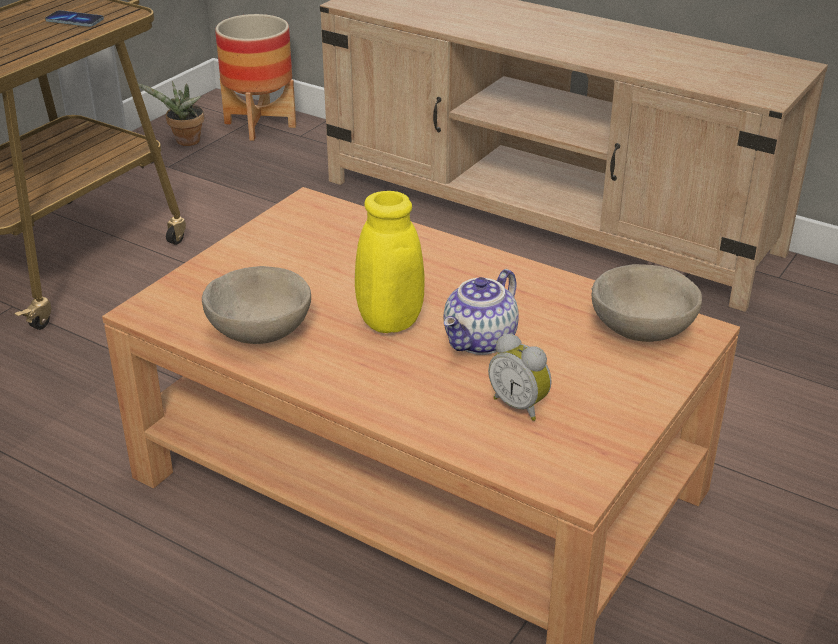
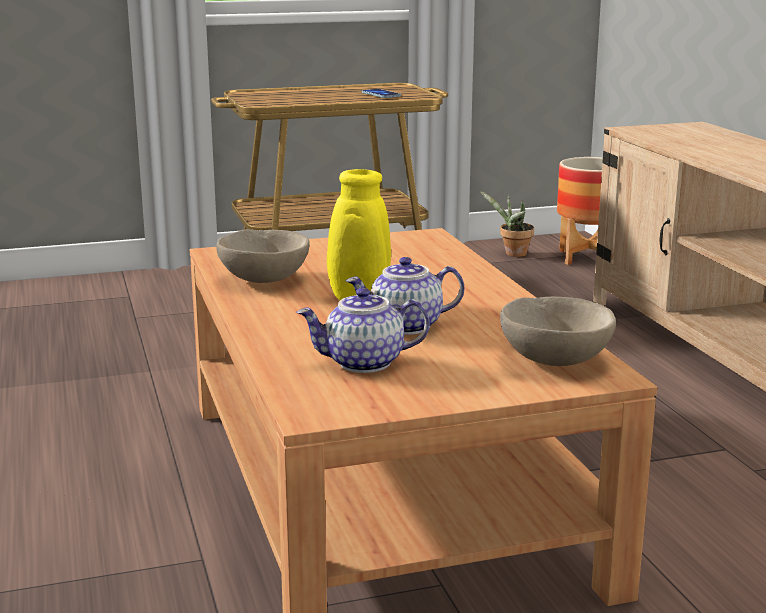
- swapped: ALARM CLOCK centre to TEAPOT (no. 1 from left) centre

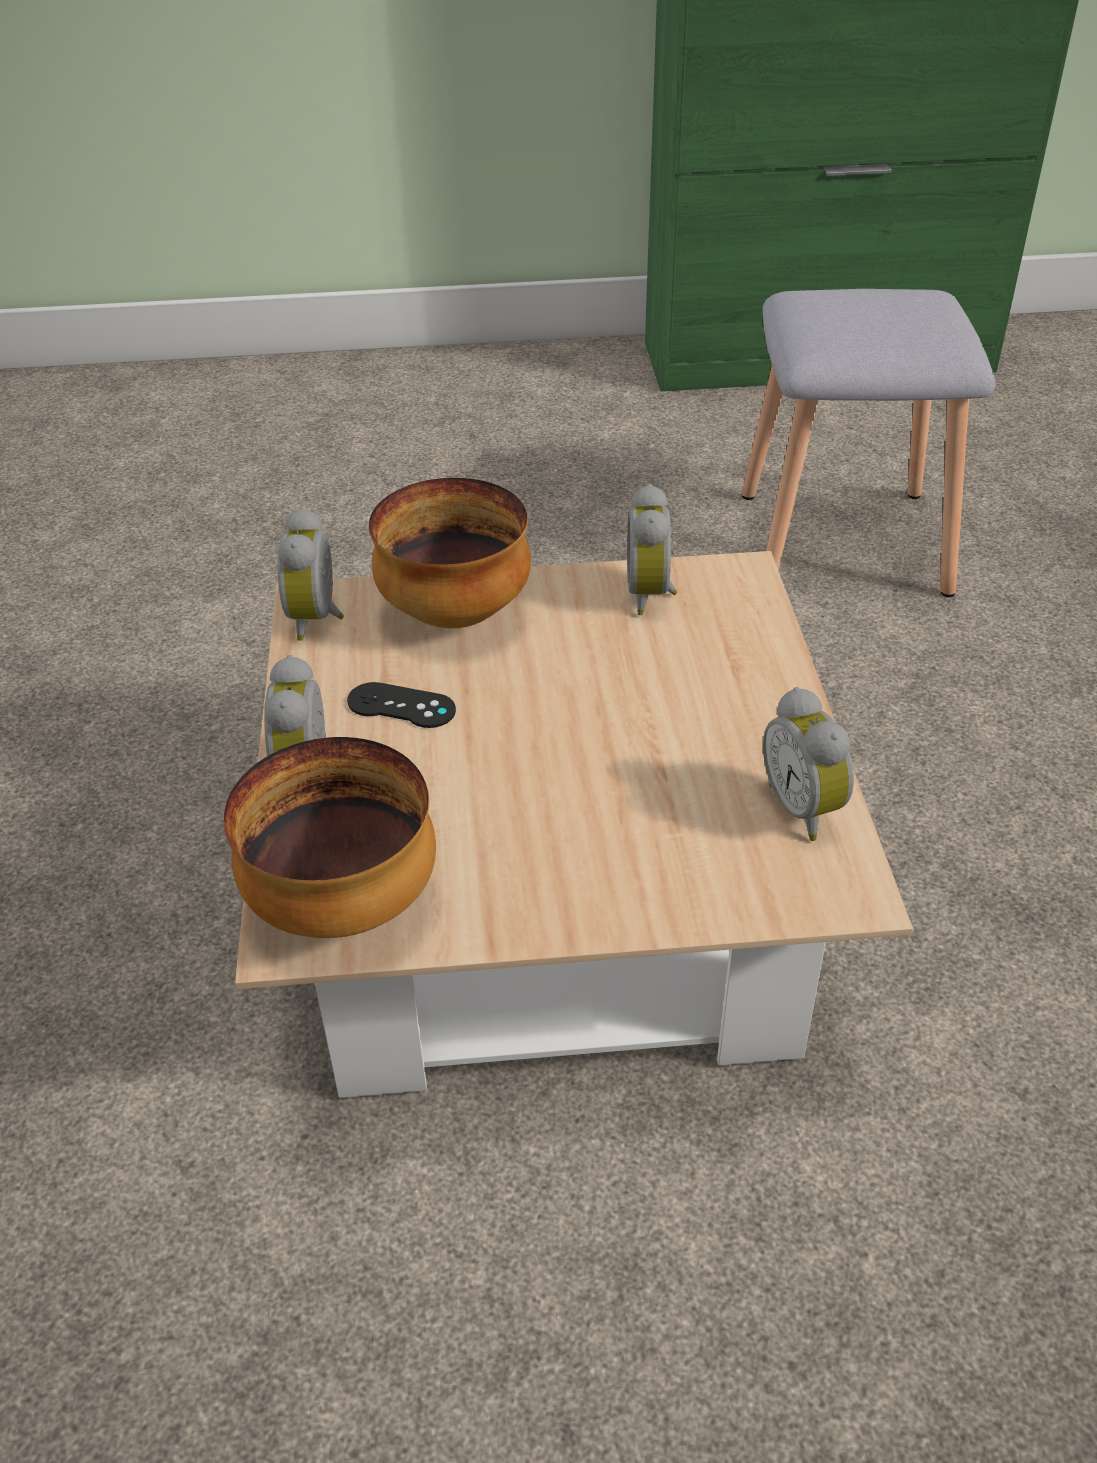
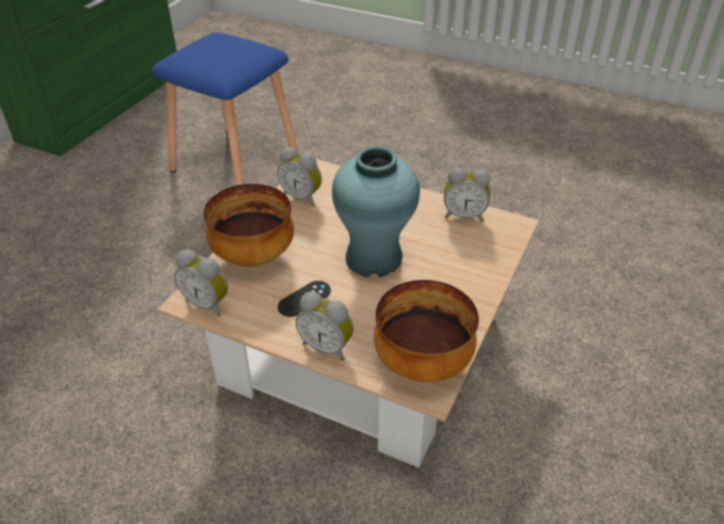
- repainted: GREY STOOL top right to BLUE STOOL top left
- new: TURQUOISE VASE centre

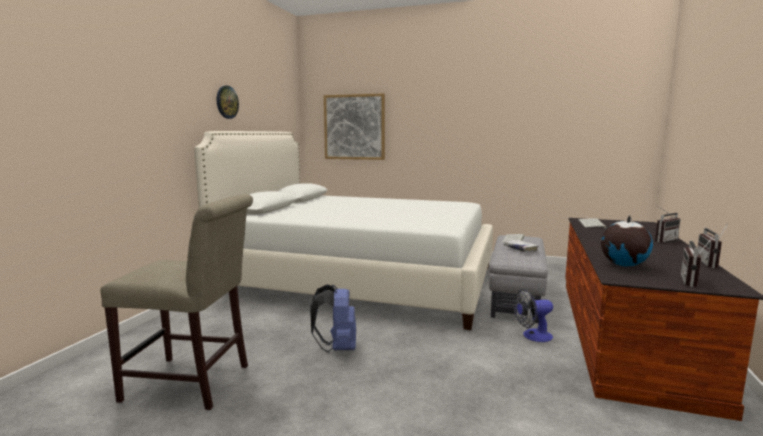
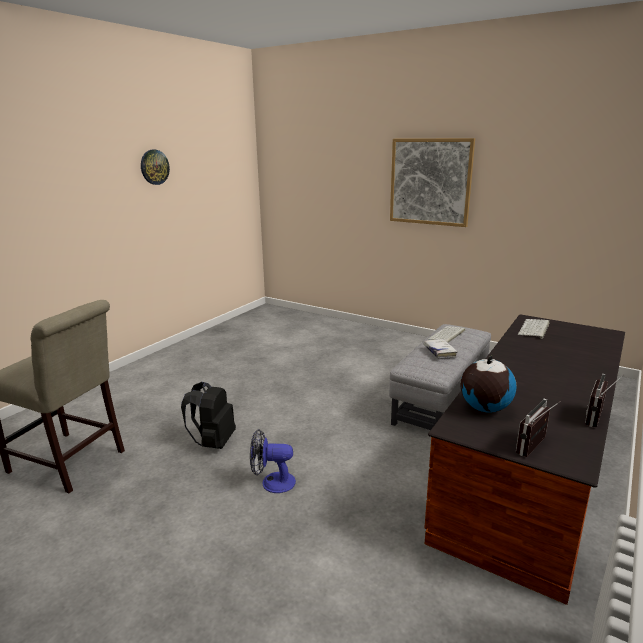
- repainted: BLUE BACKPACK bottom centre to BLACK BACKPACK middle left
- shifted: FAN bottom right to bottom centre
- shifted: PICTURE top centre to top right
- gone: WHITE BED centre
- gone: RADIO (no. 1 from left) middle right

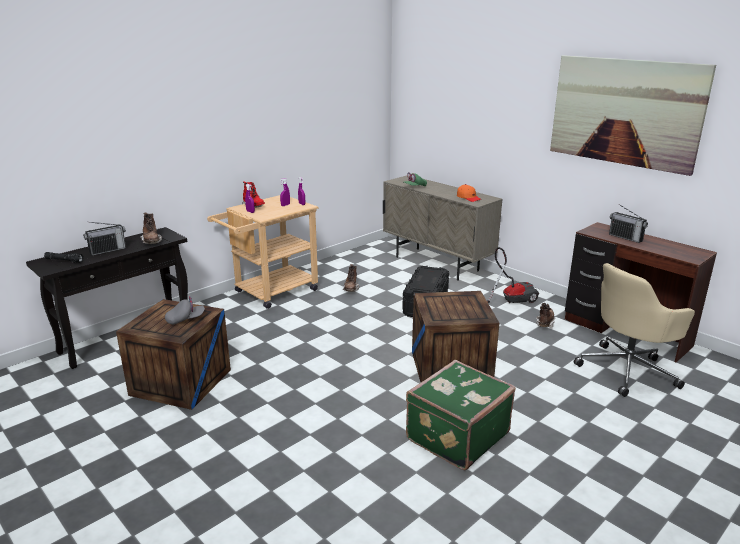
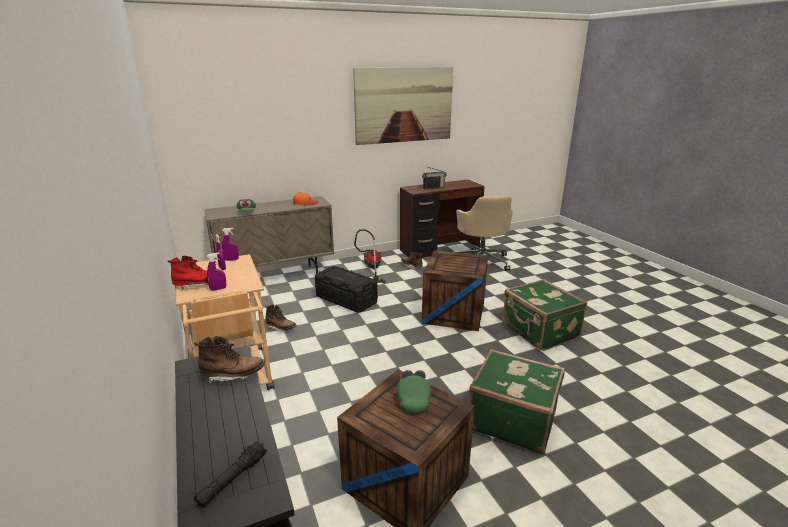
- repainted: GREY CAP middle left to GREEN CAP (no. 2 from left) bottom centre
- new: GREEN SUITCASE (no. 1 from left) bottom centre
- gone: RADIO (no. 1 from left) middle left

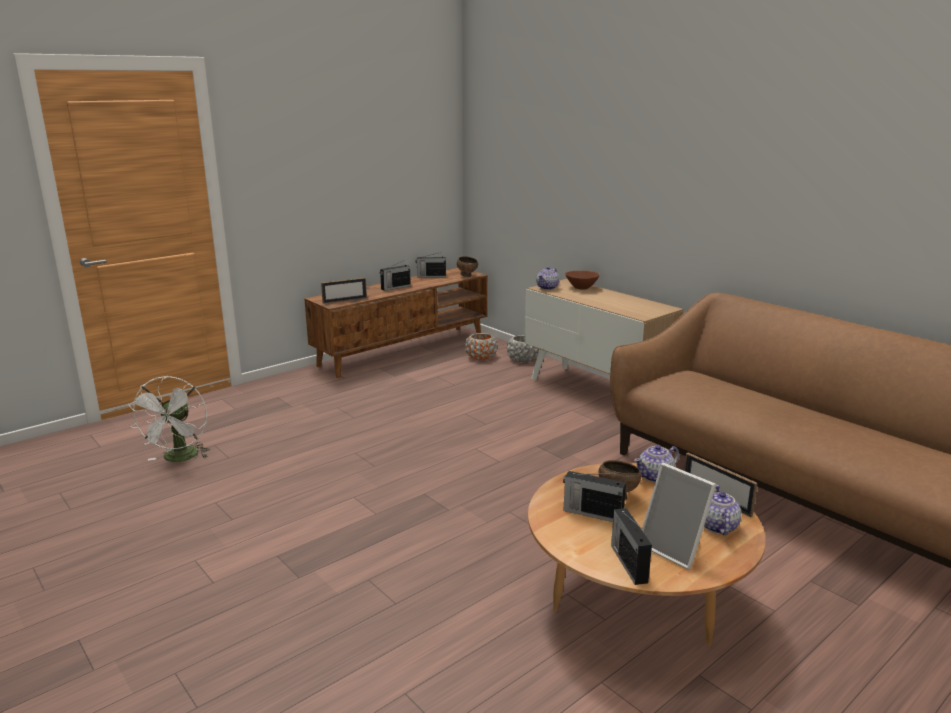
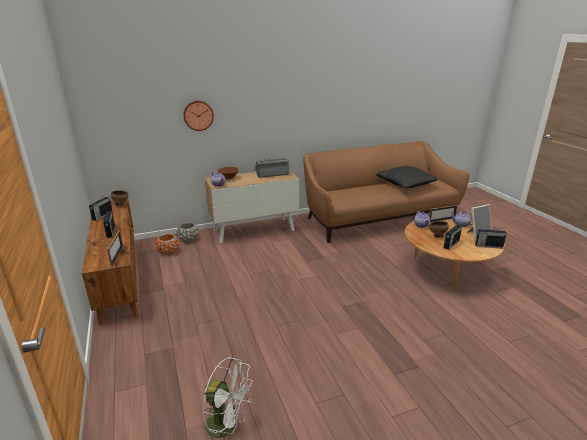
- new: WALL CLOCK top centre
- new: RADIO (no. 3 from left) centre
- new: BLACK PILLOW middle right

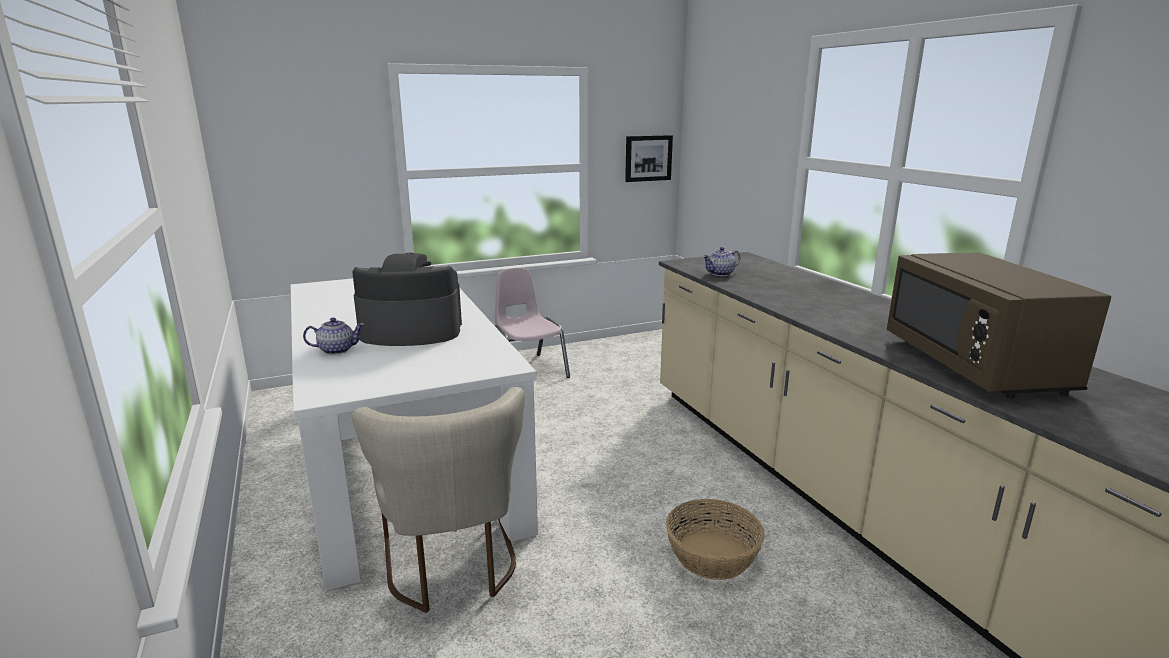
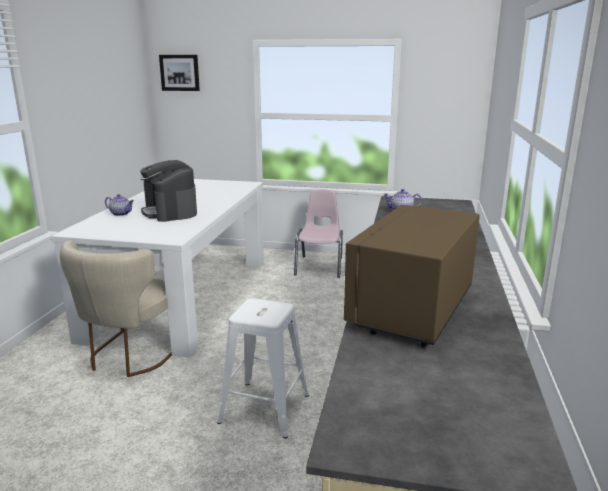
- rotated: COFFEE MACHINE centre = middle left 150 degrees counterclockwise
- shifted: PICTURE top centre to top left
- swapped: BASKET bottom centre to WHITE STOOL bottom centre

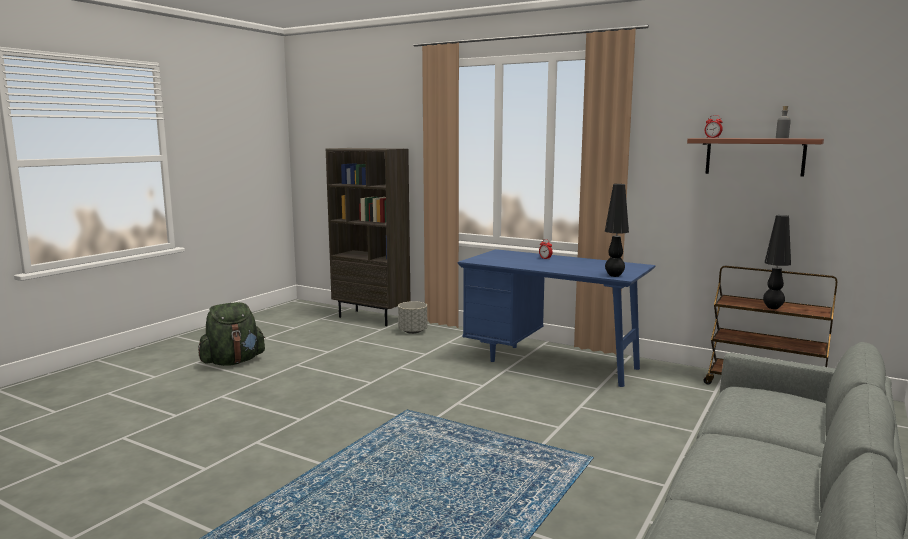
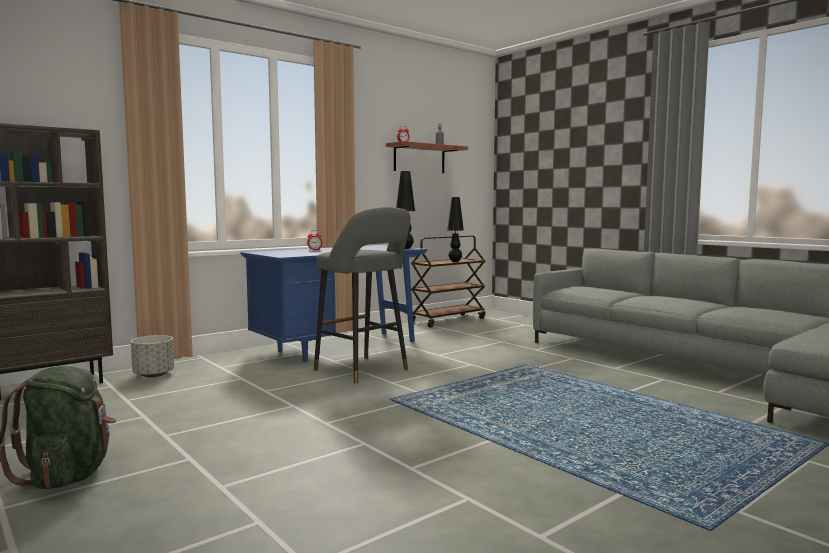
- new: GREY STOOL centre

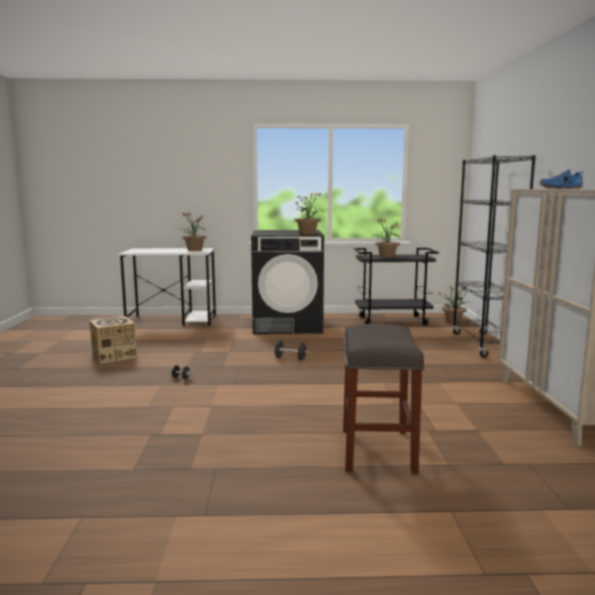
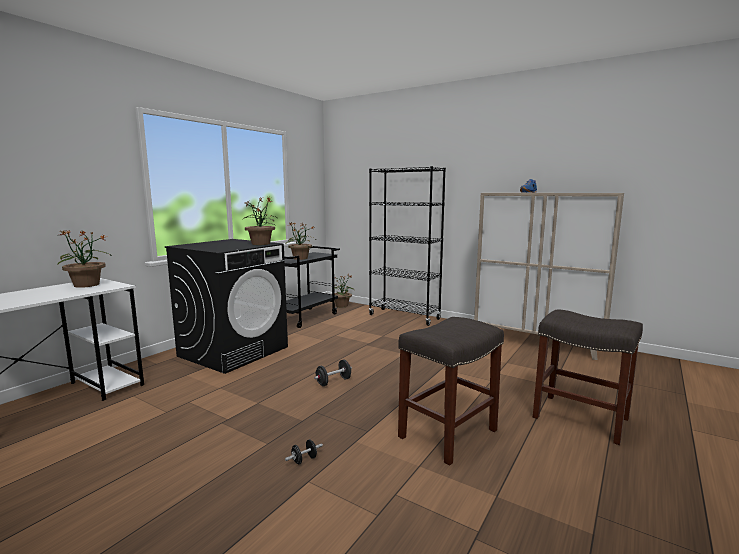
- new: GREY STOOL (no. 1 from left) bottom centre
- gone: CARDBOARD BOX middle left

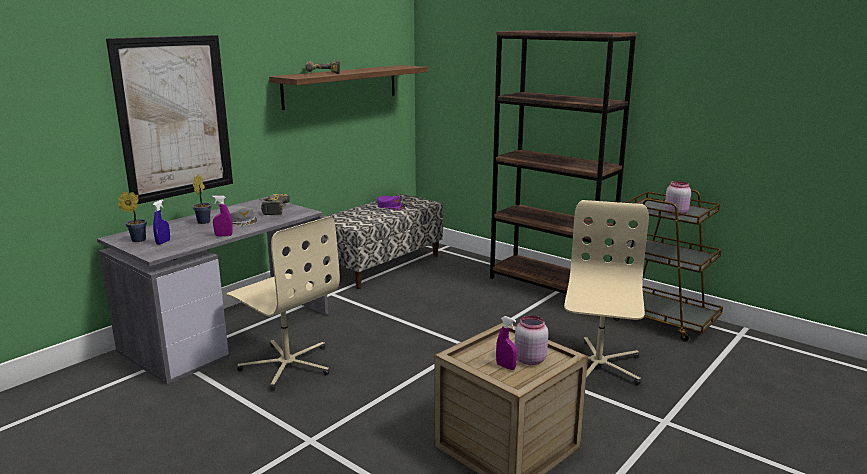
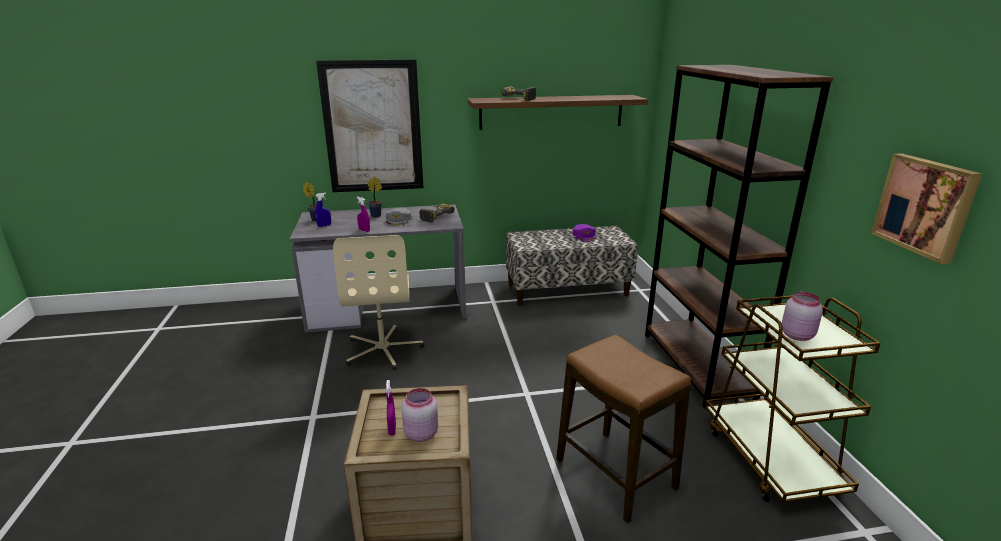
- swapped: BEIGE OFFICE CHAIR (no. 2 from left) middle right to STOOL bottom centre
- new: PICTURE (no. 2 from left) middle right

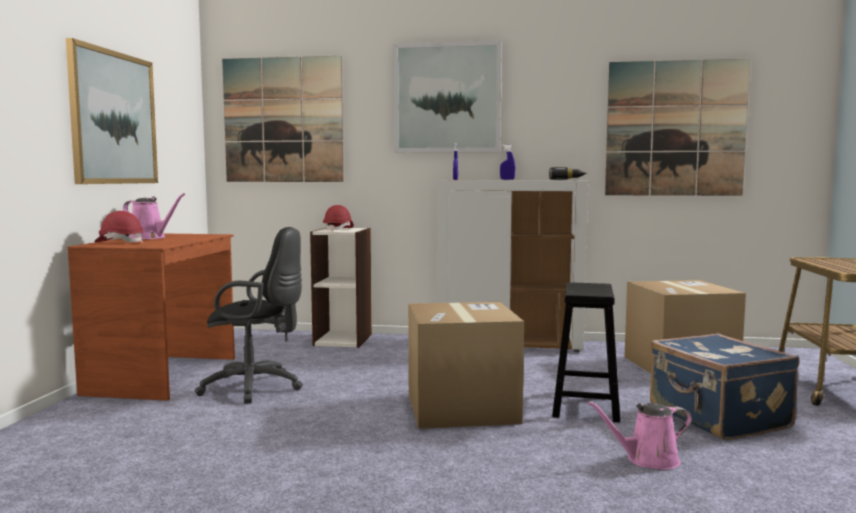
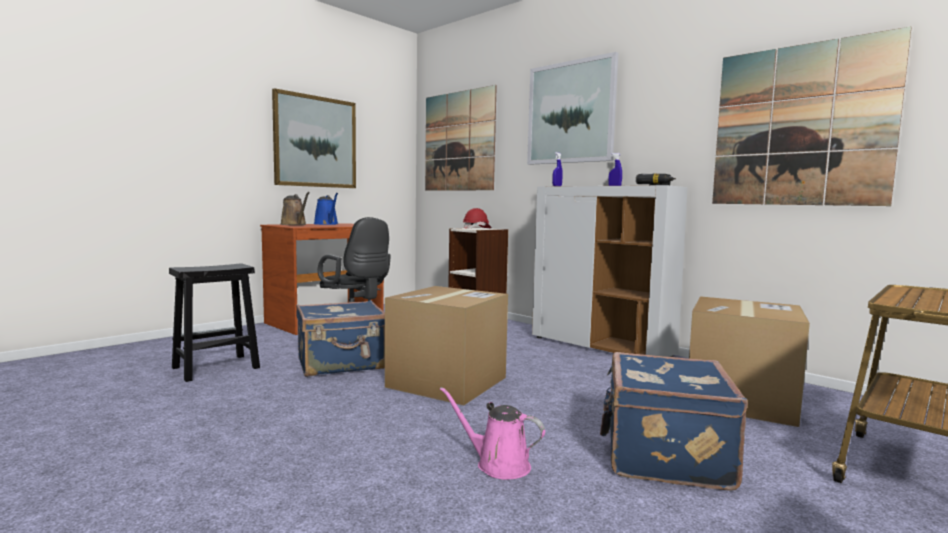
- shifted: BLACK STOOL bottom right to middle left
- swapped: RED HARD HAT (no. 1 from left) middle left to BROWN WATERING CAN middle left
- new: BLUE SUITCASE (no. 1 from left) centre
- repainted: PINK WATERING CAN (no. 1 from left) middle left to BLUE WATERING CAN centre

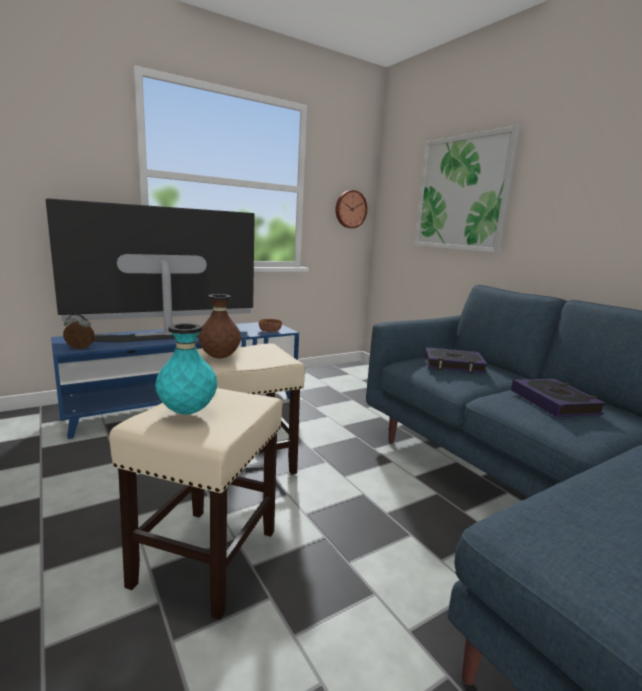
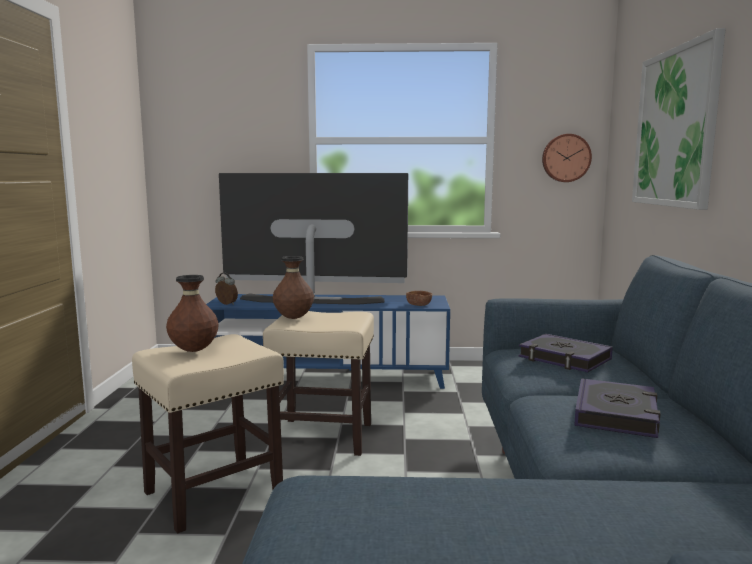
- repainted: TURQUOISE VASE middle left to BROWN VASE (no. 1 from left) middle left

